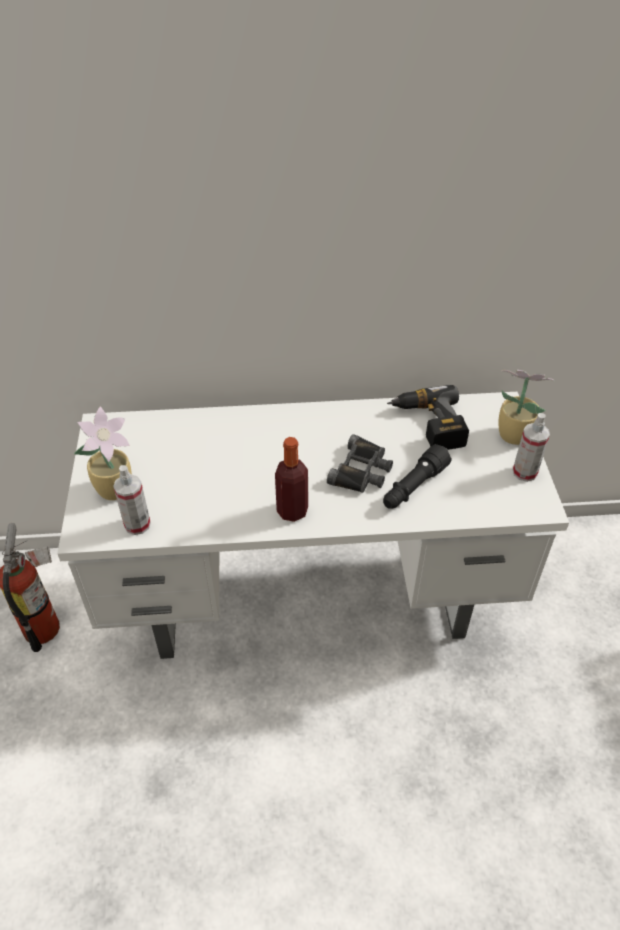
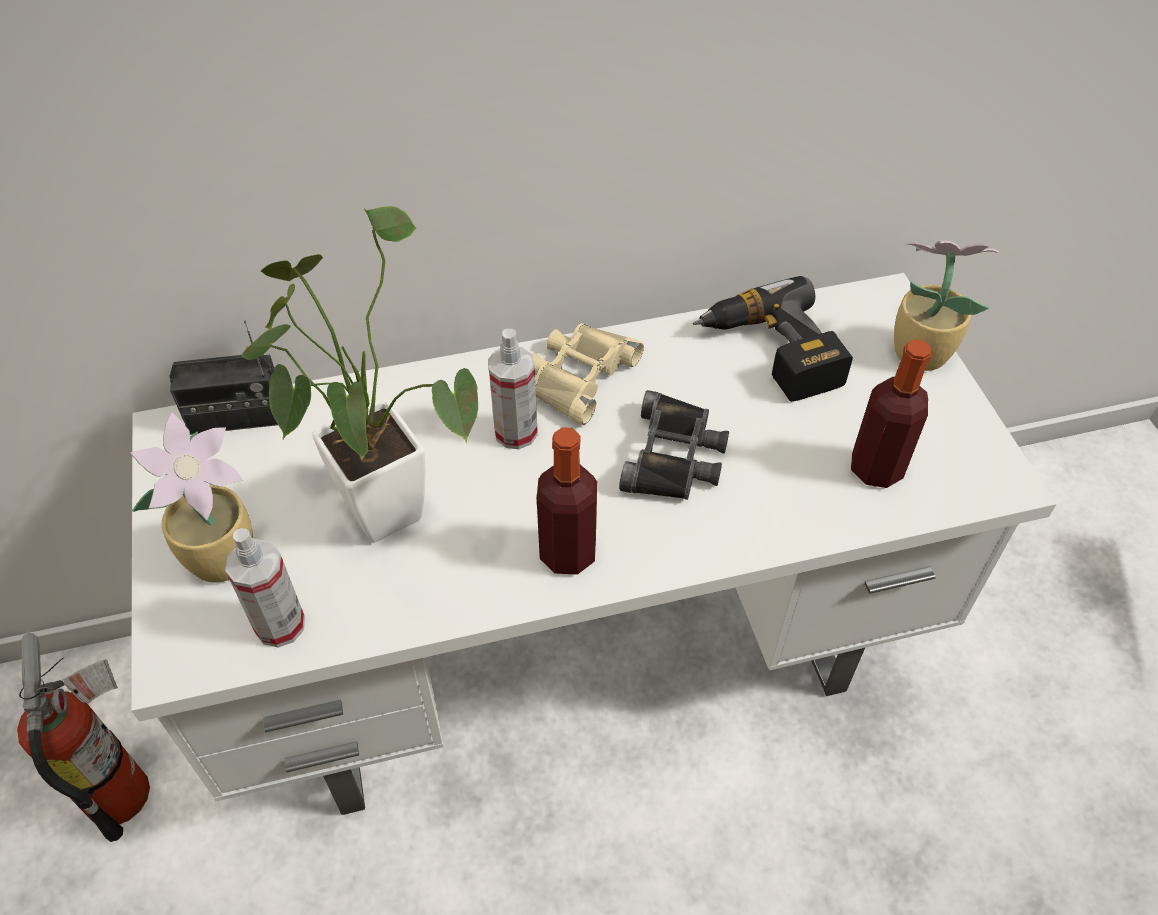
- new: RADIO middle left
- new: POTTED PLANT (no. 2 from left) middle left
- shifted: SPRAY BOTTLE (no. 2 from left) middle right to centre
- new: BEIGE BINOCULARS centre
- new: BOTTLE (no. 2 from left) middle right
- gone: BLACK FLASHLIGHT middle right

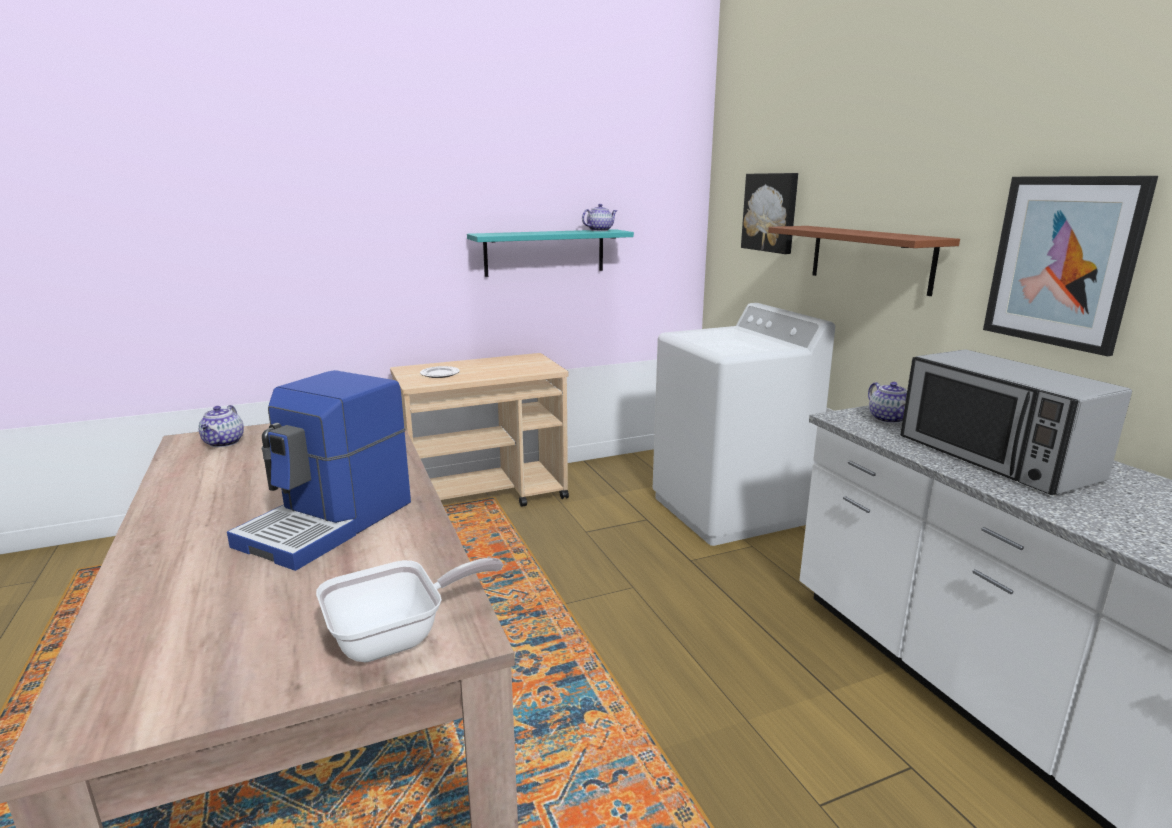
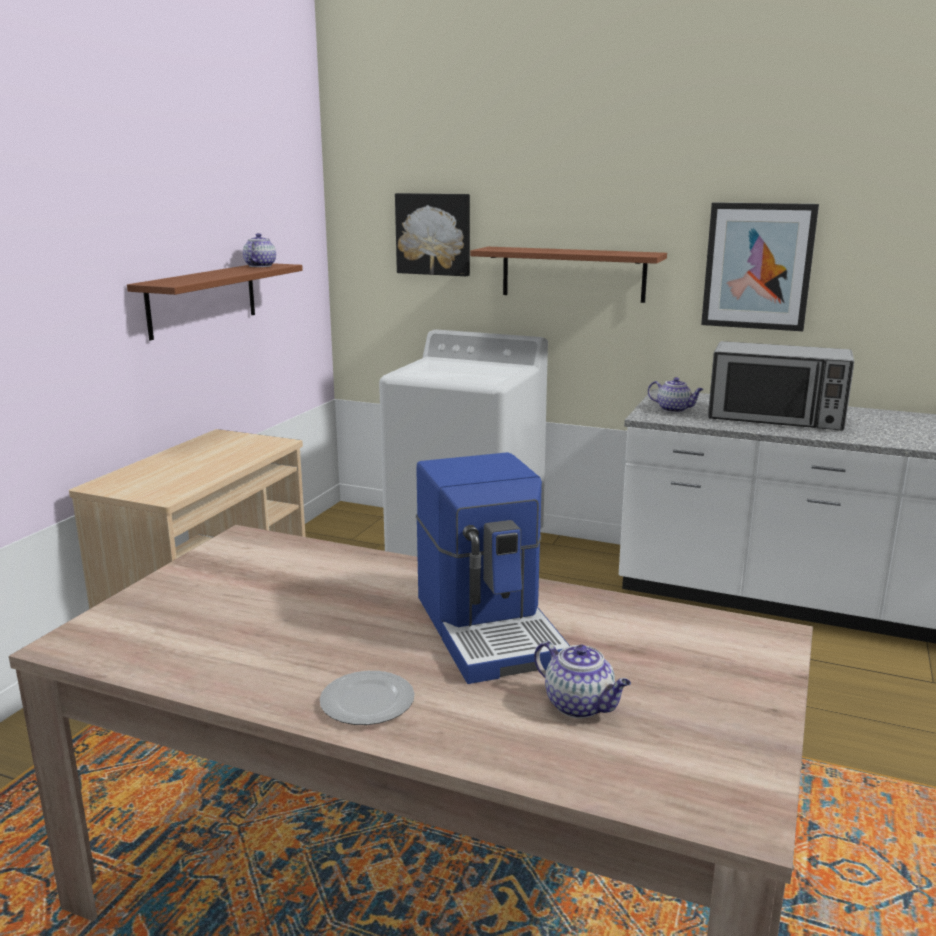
- repainted: TURQUOISE SHELF top centre to BROWN SHELF (no. 1 from left) top left
- shifted: PLATE centre to bottom centre
- shifted: TEAPOT (no. 1 from left in the first image) middle left to TEAPOT (no. 2 from left) bottom centre
- gone: FRYING PAN bottom centre

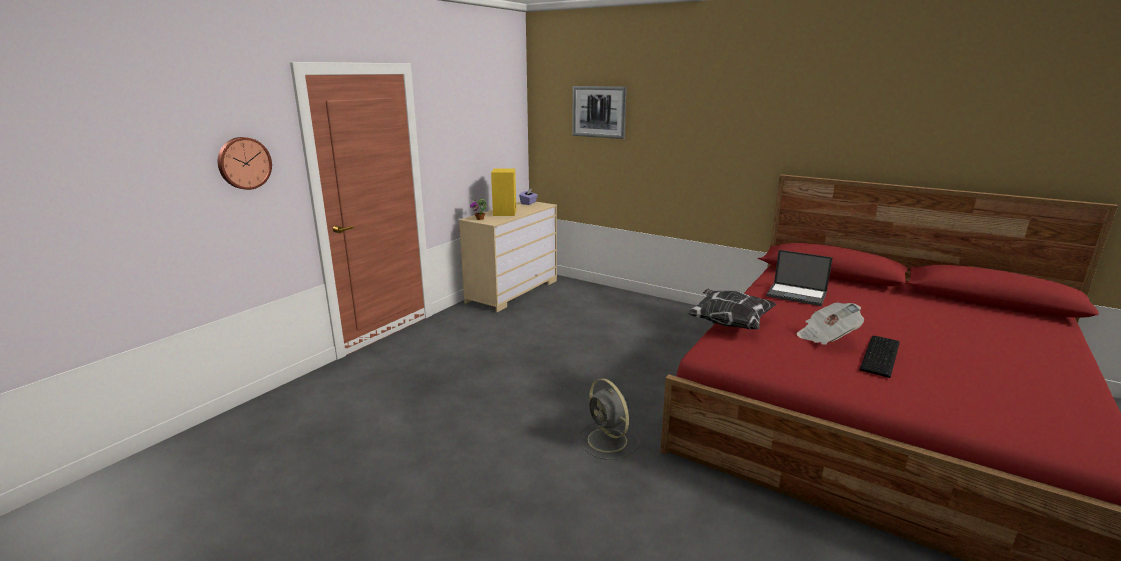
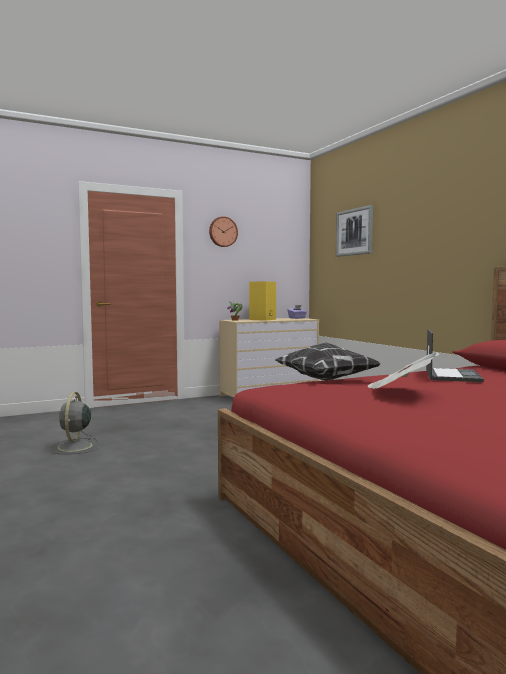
- shifted: GREY FAN bottom centre to middle left
- shifted: WALL CLOCK top left to centre
- rotated: LAPTOP middle right = middle right 135 degrees counterclockwise
- gone: KEYBOARD middle right

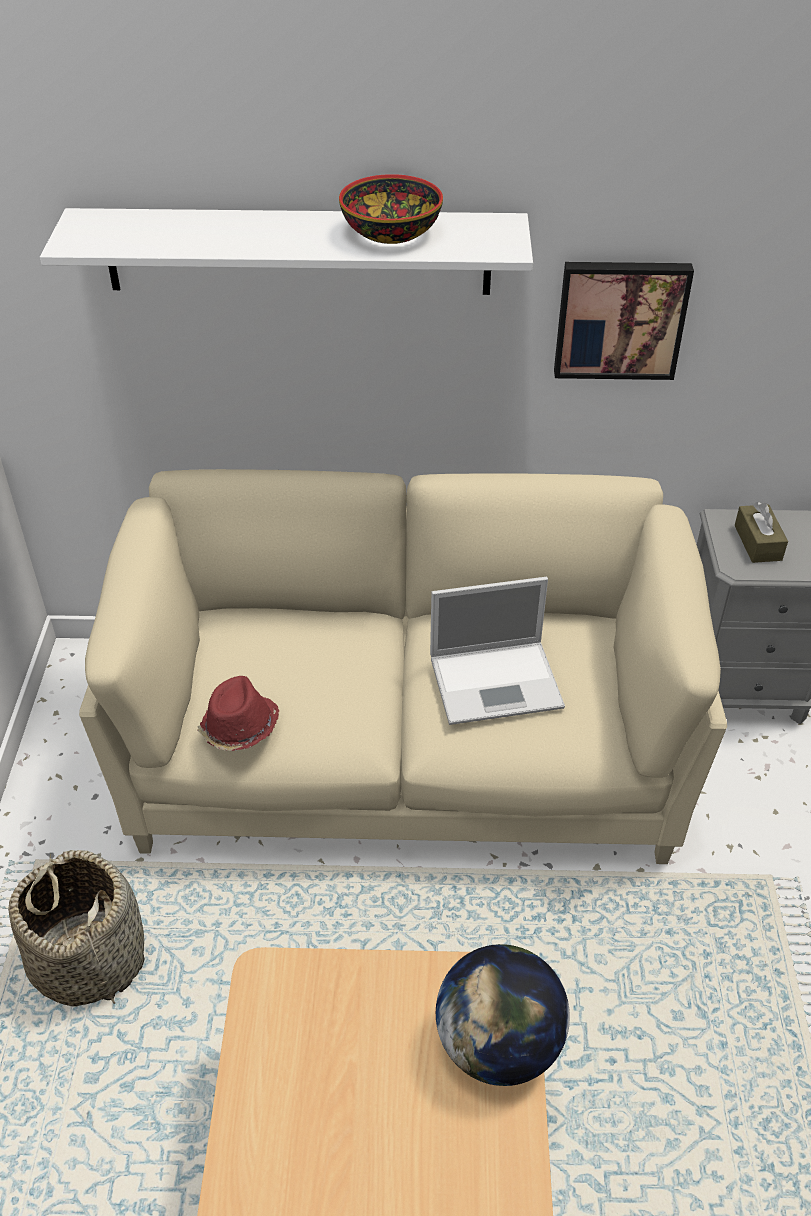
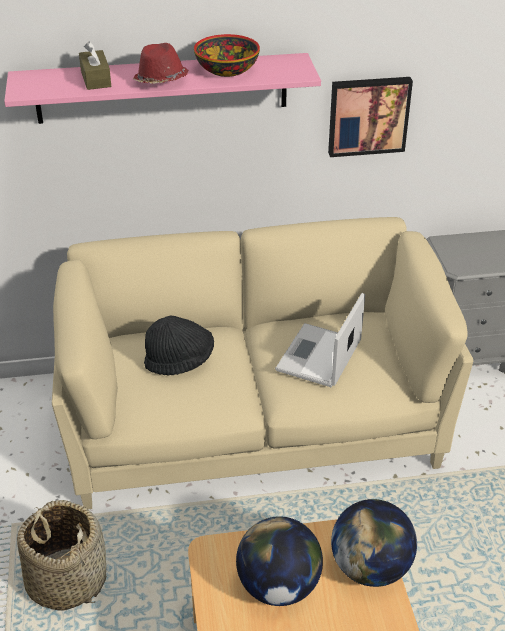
- repainted: WHITE SHELF top centre to PINK SHELF top left
- shifted: BROWN TISSUE BOX middle right to top left
- shifted: RED HAT middle left to top left
- new: BLACK HAT centre
- new: GLOBE (no. 1 from left) bottom centre
- rotated: LAPTOP centre = centre 135 degrees clockwise

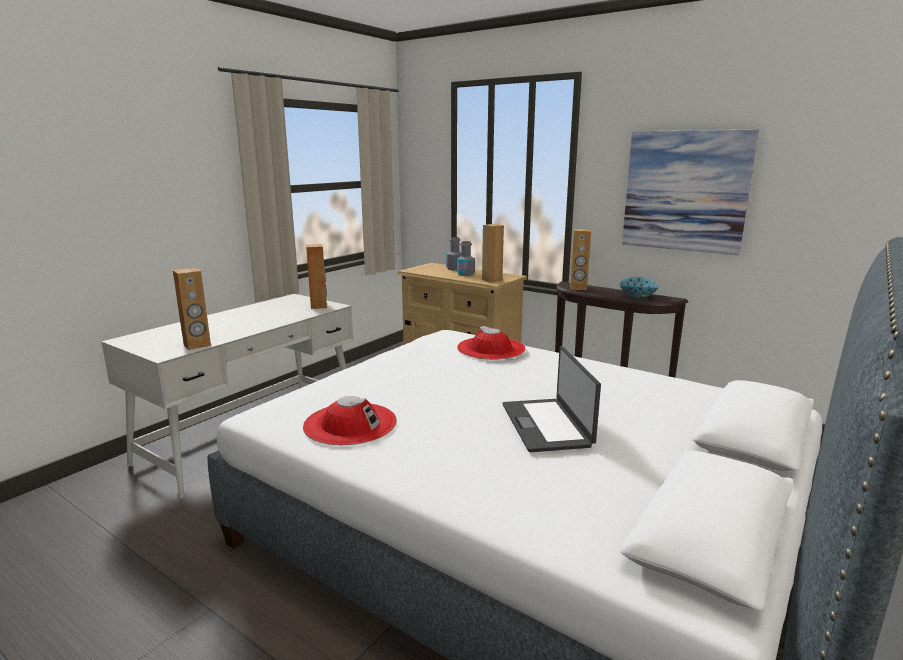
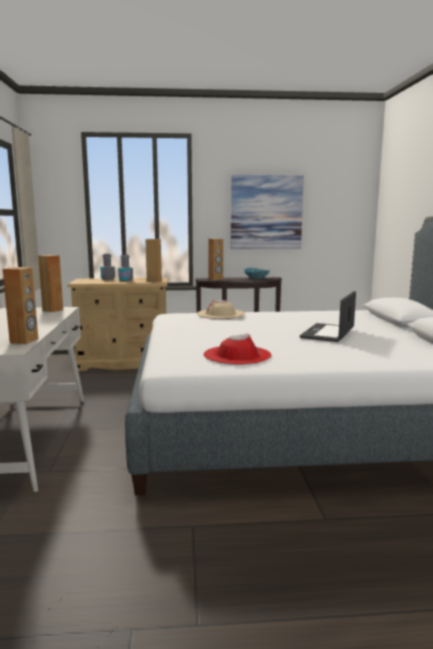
- repainted: RED HAT (no. 2 from left) centre to BEIGE HAT centre
- rotated: LAPTOP centre = middle right 75 degrees clockwise

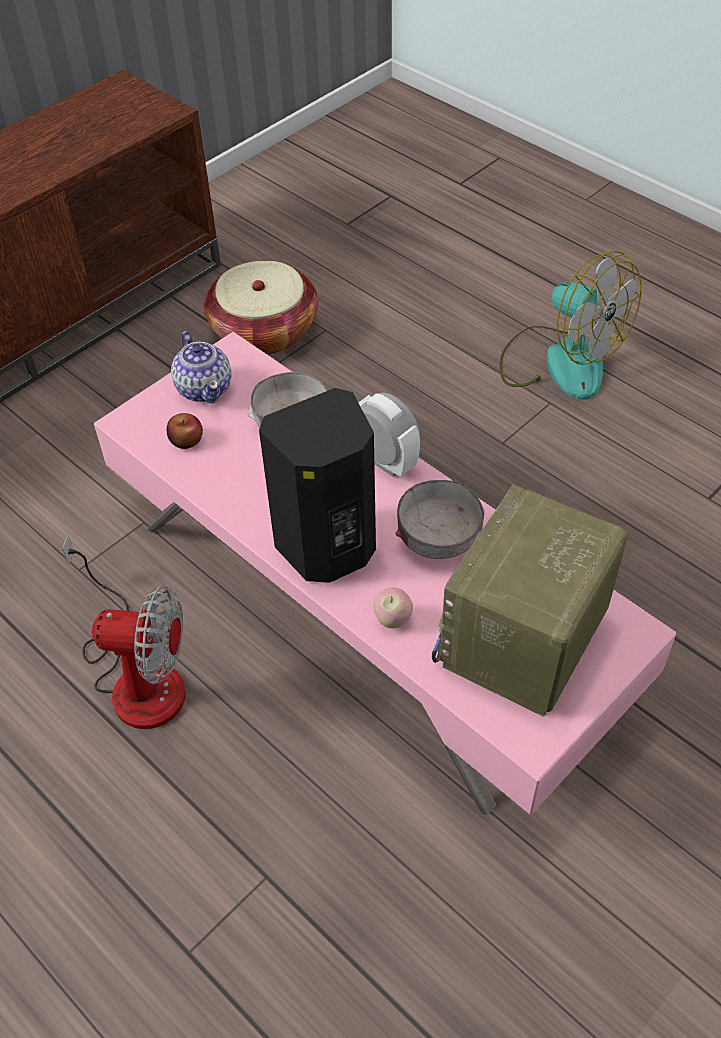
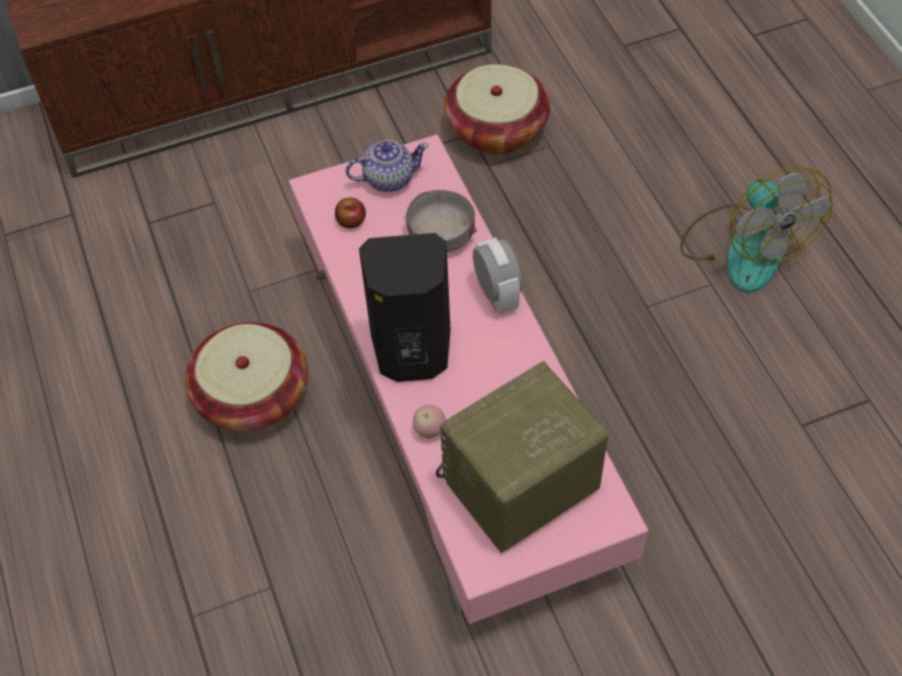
- swapped: FAN (no. 1 from left) middle left to BASKET (no. 1 from left) middle left
- rotated: TEAPOT middle left = top centre 105 degrees counterclockwise
- gone: GREY BOWL (no. 2 from left) centre

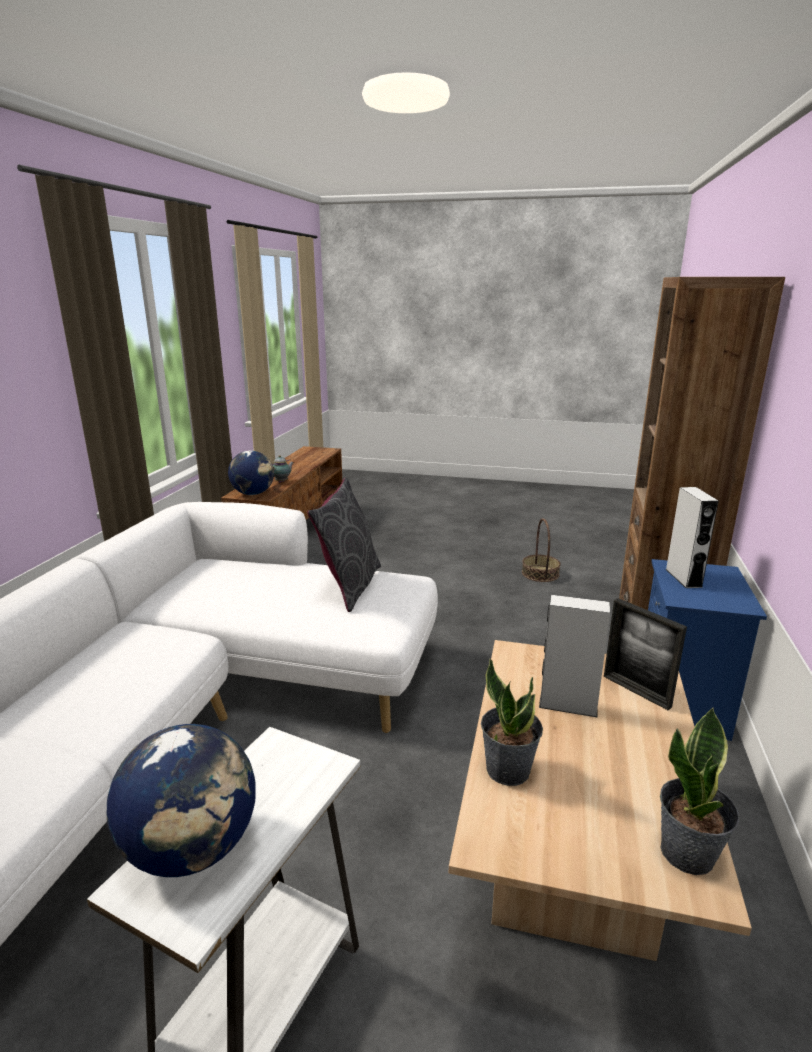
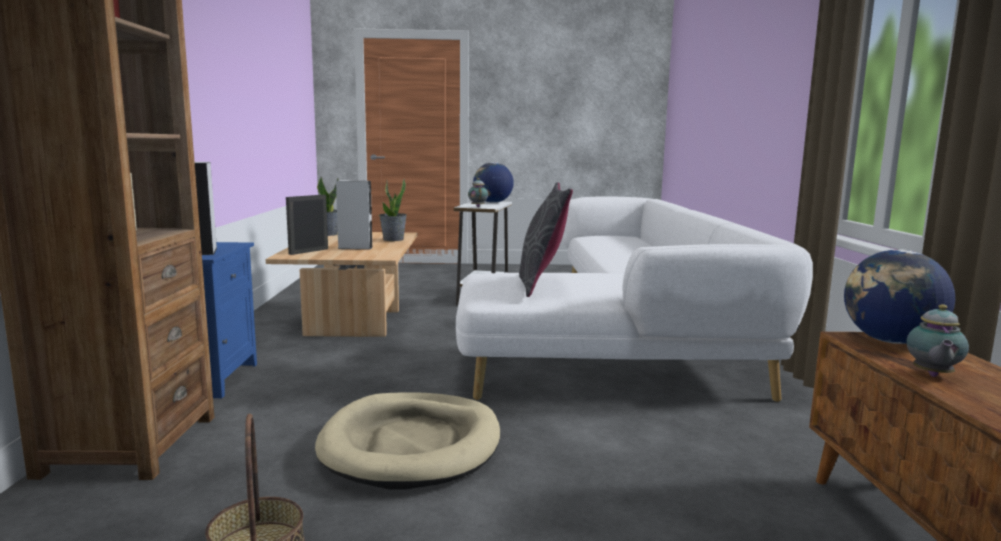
- rotated: PICTURE FRAME middle right = middle left 90 degrees counterclockwise
- new: BEIGE DOG BED bottom centre
- new: TEAPOT (no. 1 from left) centre

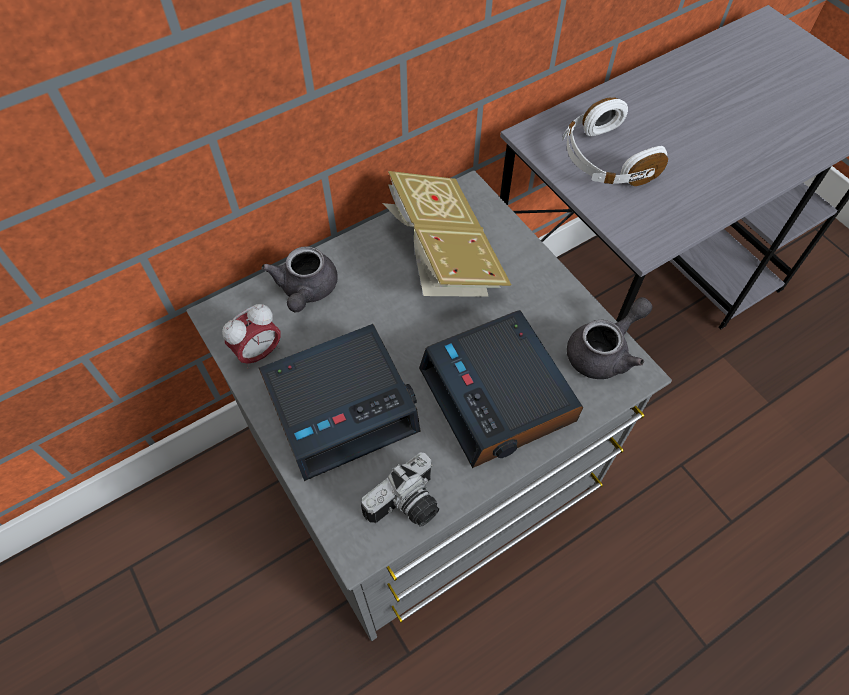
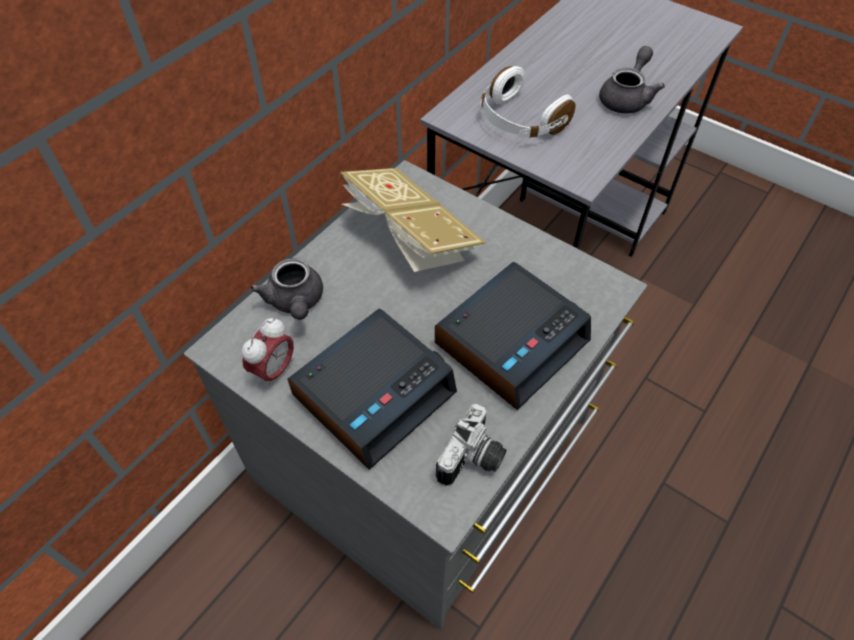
- rotated: ALARM CLOCK (no. 3 from left) centre = centre 90 degrees counterclockwise
- shifted: GREY TEAPOT (no. 2 from left) middle right to top right

